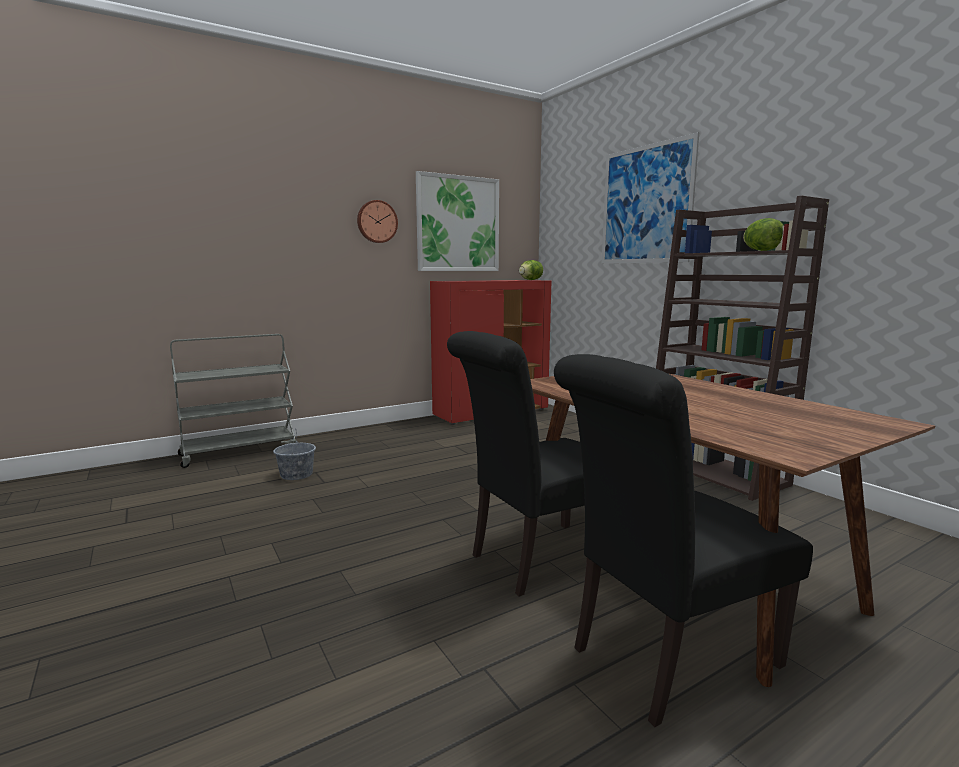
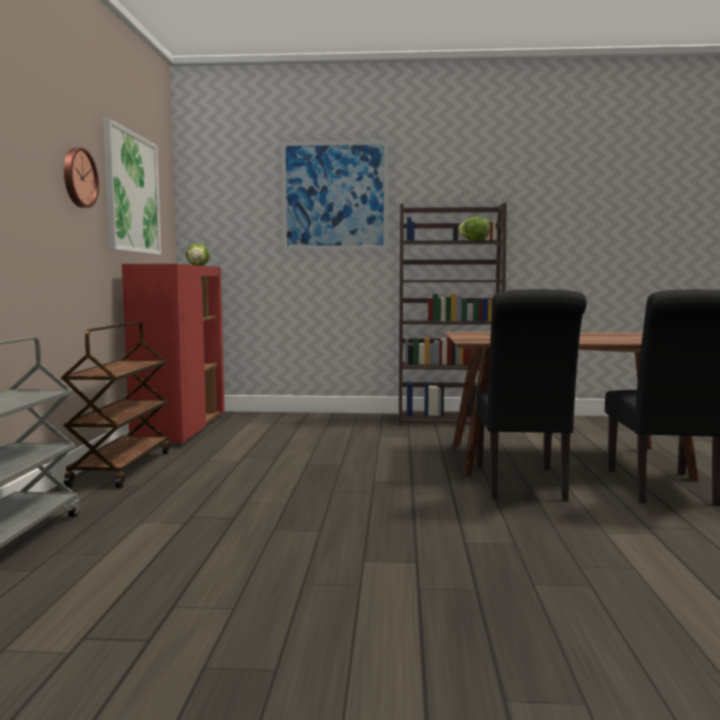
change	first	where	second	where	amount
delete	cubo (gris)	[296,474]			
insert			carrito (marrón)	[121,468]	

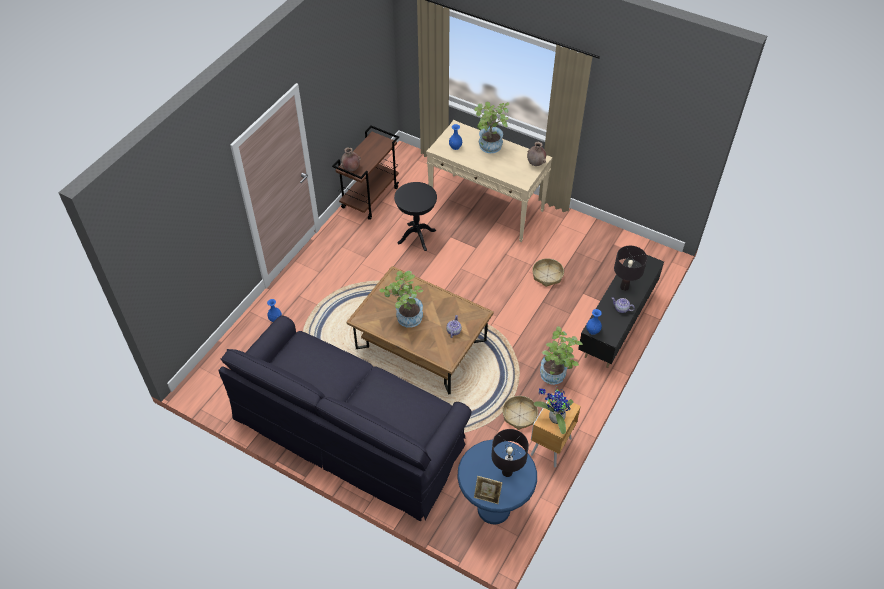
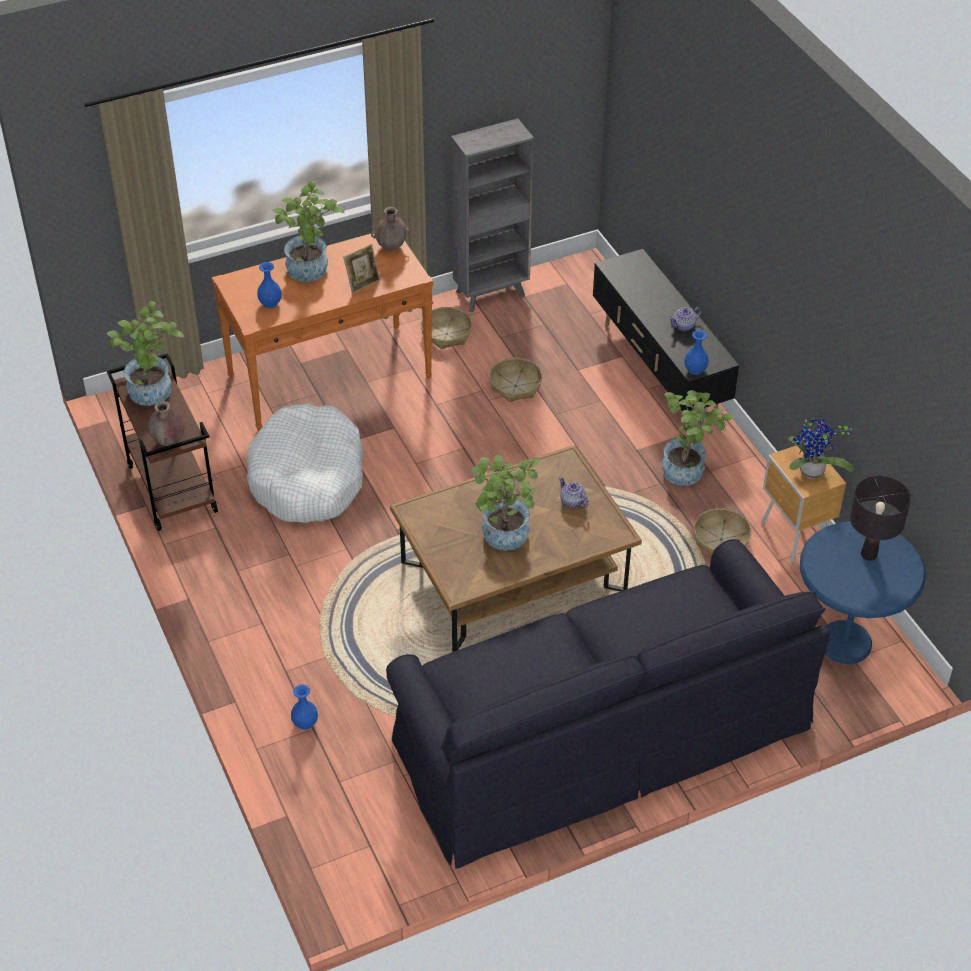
change	first	where	second	where	amount
replace	mesa auxiliar (negro)	[417,237]	cama para perro (blanco)	[307,478]	
recolor	mesa consola (beis)	[487,207]	mesa consola (naranja)	[330,376]	
move	portarretratos	[487,496]		[363,283]	
delete	lámpara de mesa (negro)	[624,287]			
insert			planta en maceta	[153,395]	
insert			cesta	[446,334]	
insert			estantería (gris)	[492,293]	

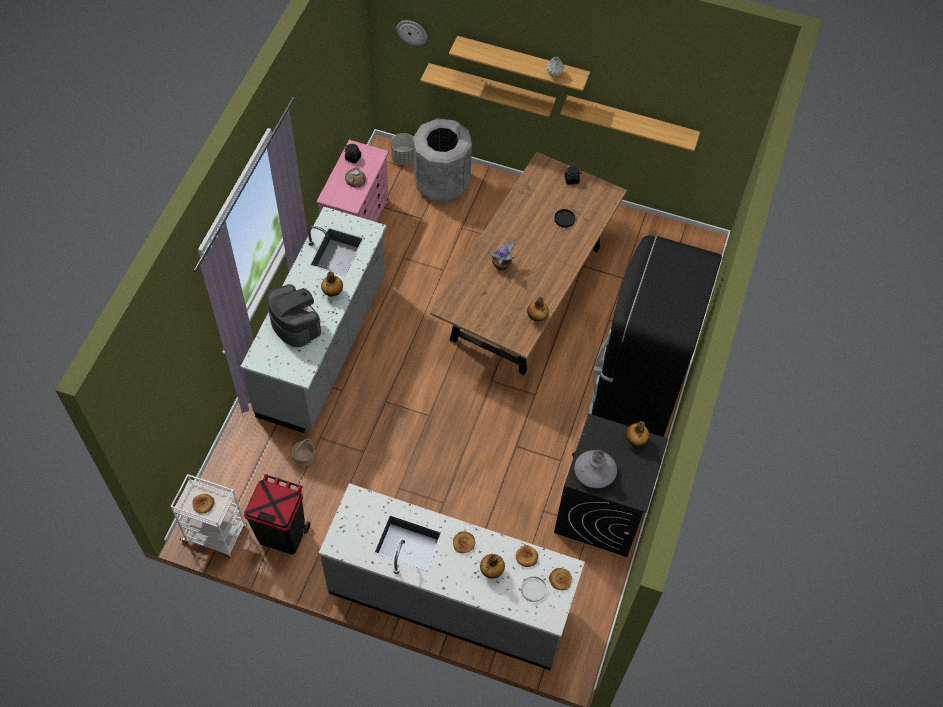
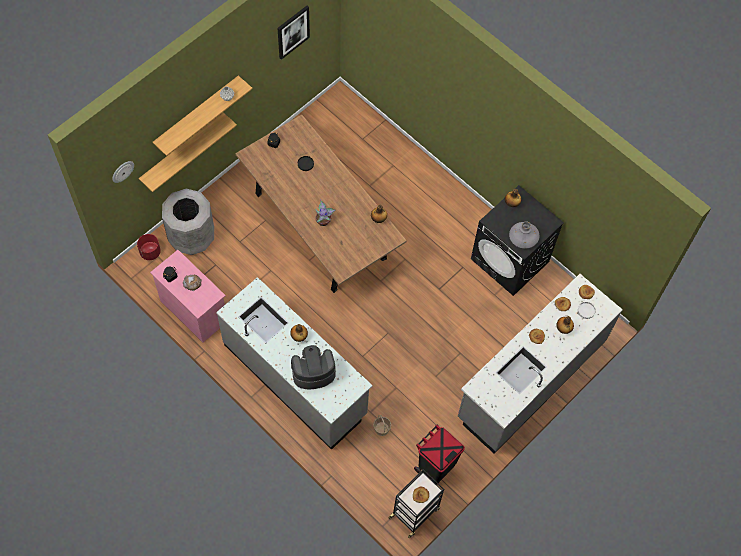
change	first	where	second	where	amount
recolor	carrito (blanco)	[216,534]	carrito (negro)	[415,512]	
recolor	maceta (gris)	[403,157]	maceta (rojo)	[150,252]	
delete	estante	[631,121]			
delete	nevera (negro)	[634,396]			
insert			cuadro	[293,32]	

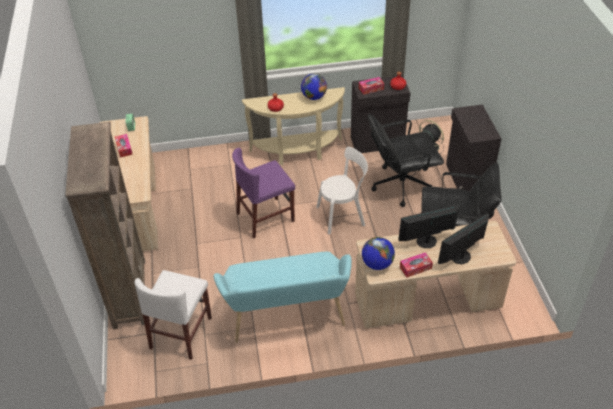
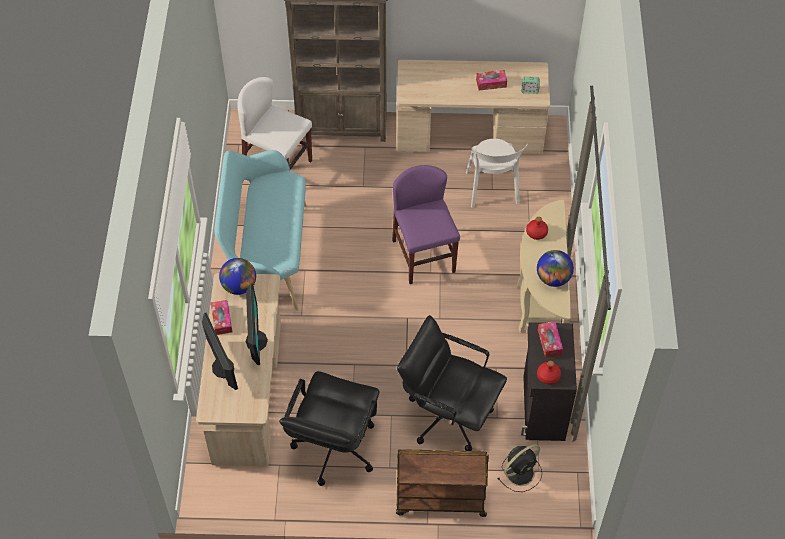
change	first	where	second	where	amount
move	silla (blanco)	[343,215]		[492,190]	
rotate	silla de oficina (negro)	[400,184]		[448,415]	60 degrees counterclockwise
replace	armario (negro)	[466,180]	carrito (marrón)	[440,500]	

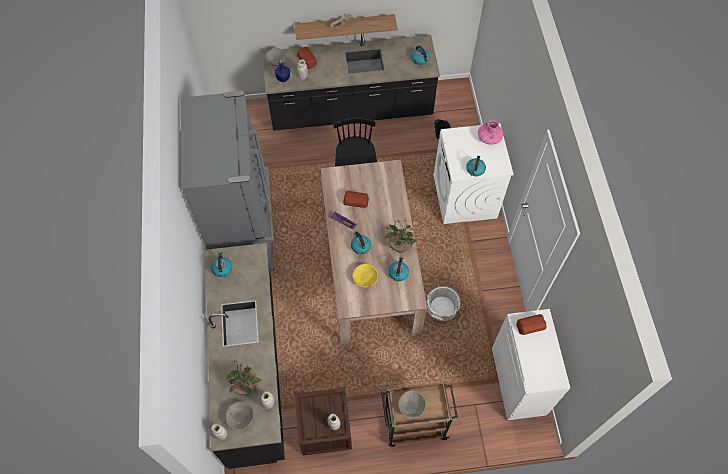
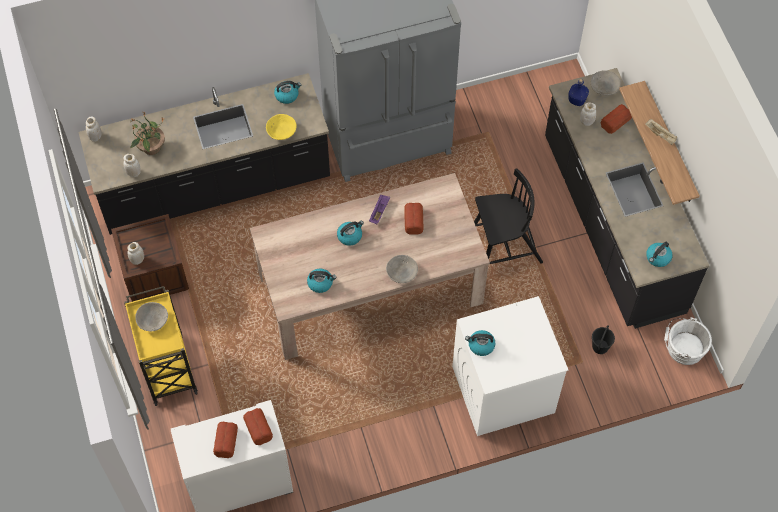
change	first	where	second	where	amount
move	cuenco (gris)	[241,417]		[402,273]	
move	cuenco (amarillo)	[365,278]		[282,131]	
recolor	carrito (marrón)	[413,426]	carrito (amarillo)	[167,367]	
delete	planta en maceta	[400,246]			
move	cubo (blanco)	[441,310]		[683,347]	
delete	florero (rosa)	[489,137]			
insert			pan	[225,441]	

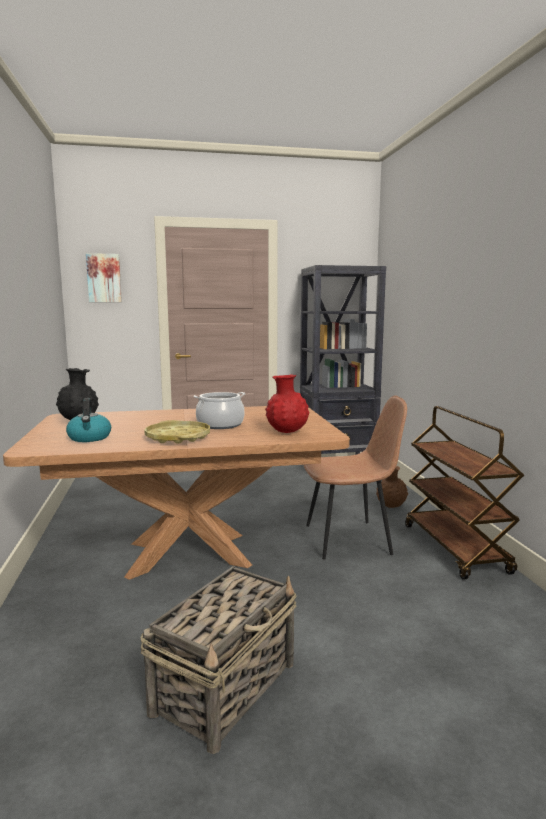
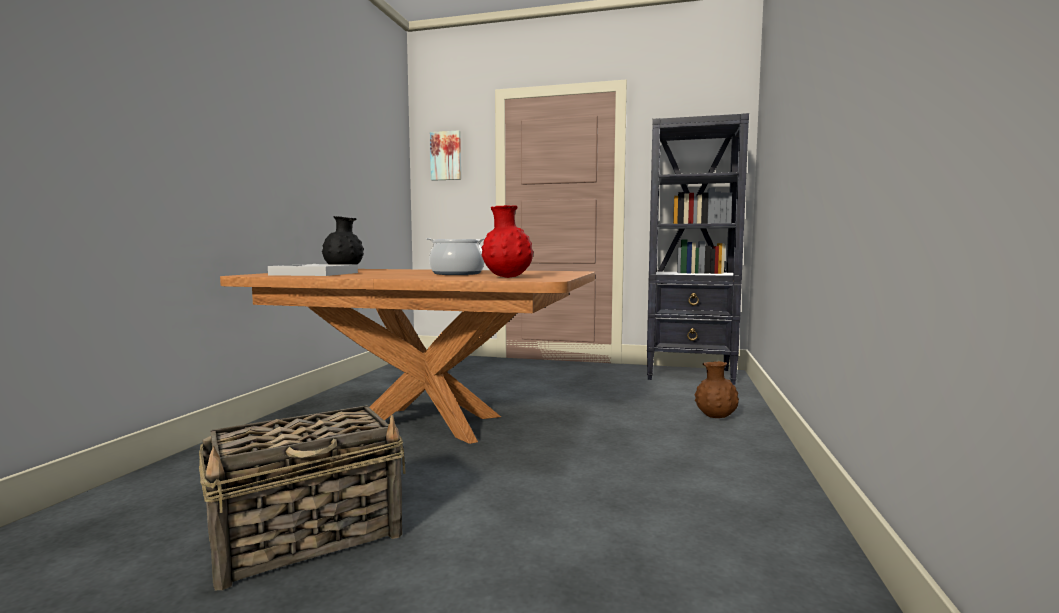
change	first	where	second	where	amount
replace	hervidor	[89,438]	bandeja (blanco)	[316,274]	
delete	bandeja (amarillo)	[178,437]			
delete	silla (marrón)	[350,539]			
delete	carrito (marrón)	[455,549]			

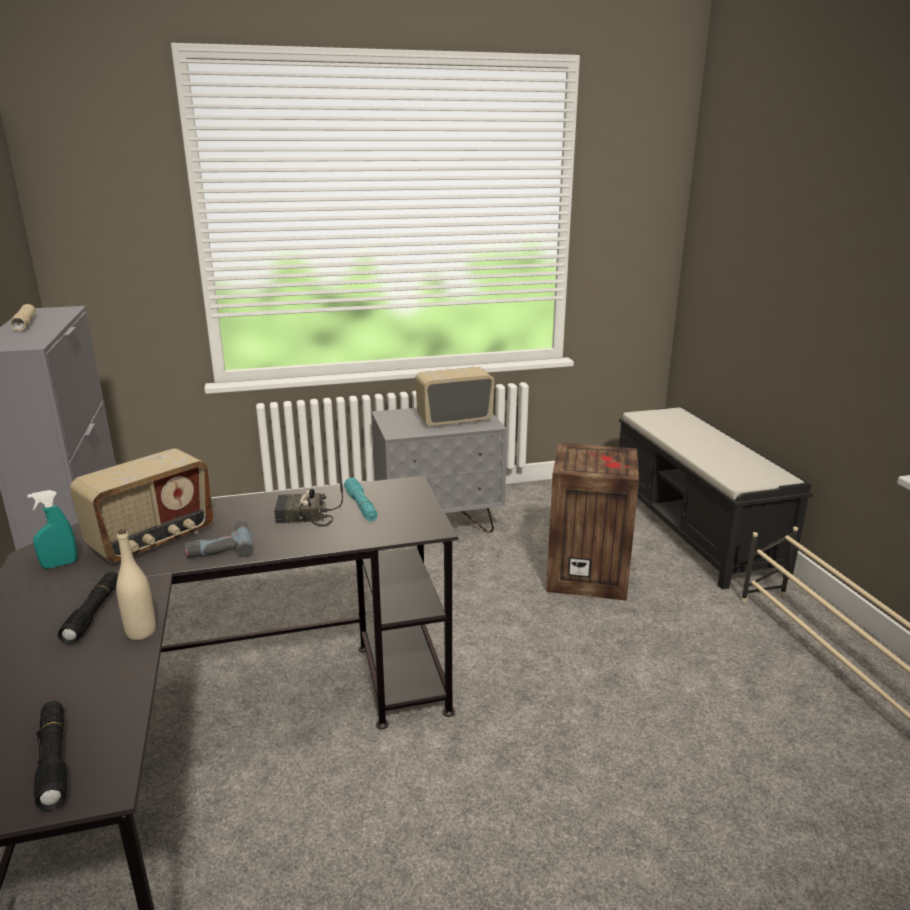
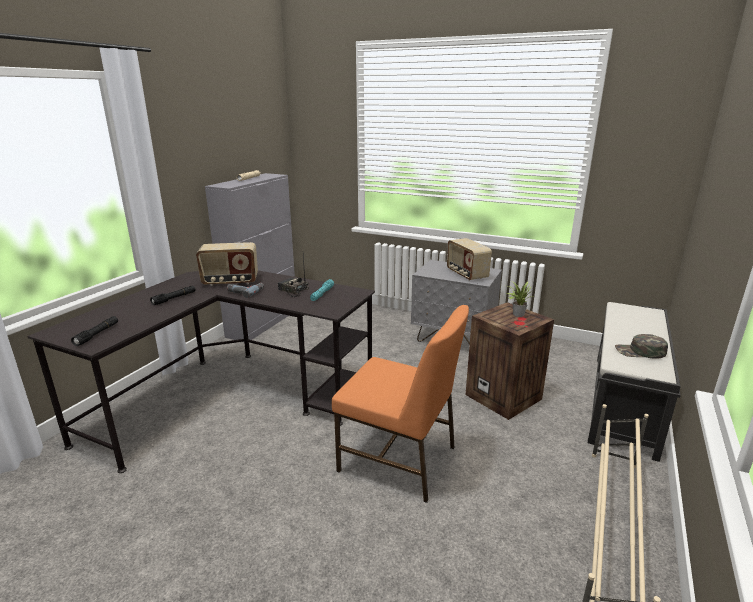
change	first	where	second	where	amount
delete	pulverizador (turquesa)	[60,564]			
delete	botella (beis)	[141,632]			
rotate	radio	[454,420]		[466,274]	135 degrees counterclockwise
insert			silla (naranja)	[399,460]	
insert			planta en maceta	[517,314]	
insert			gorra (verde)	[640,352]	

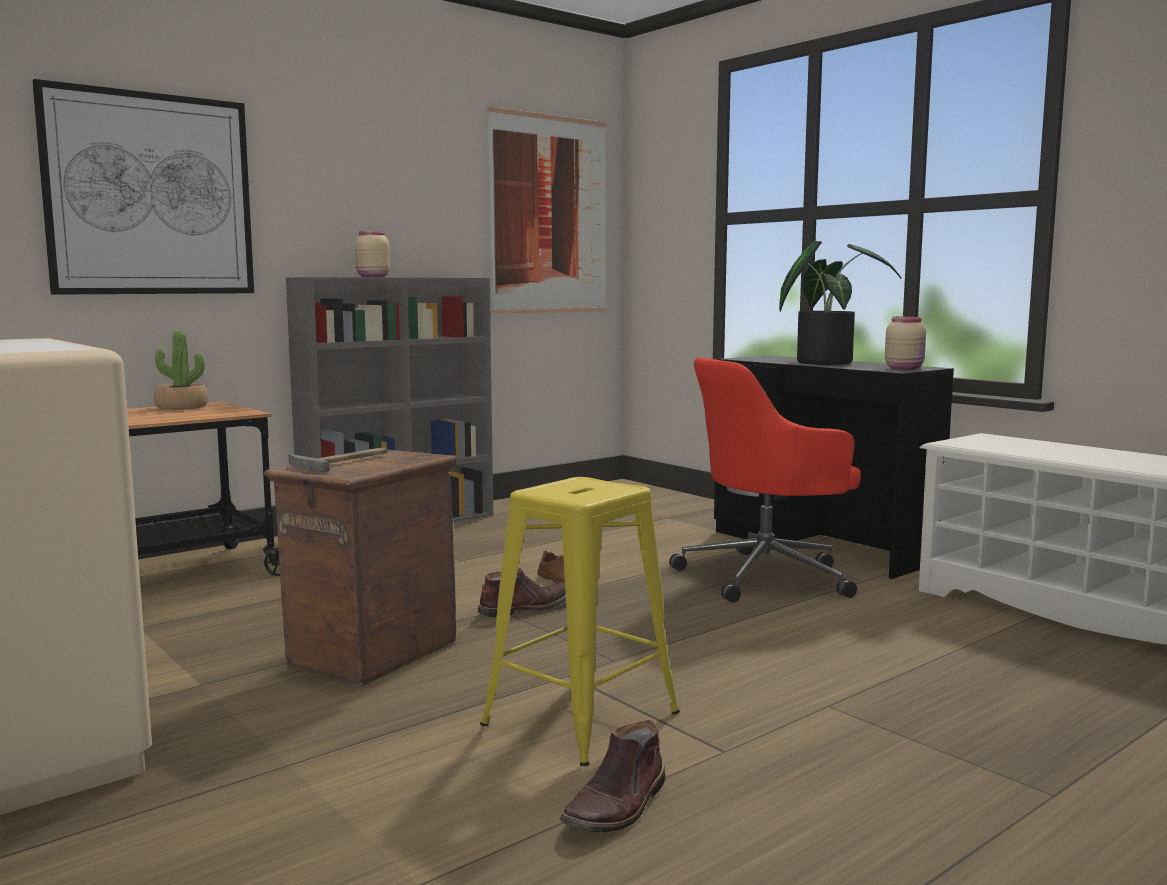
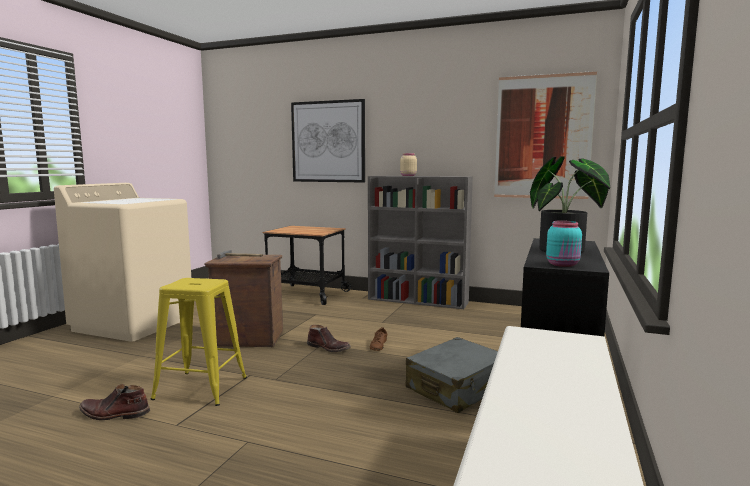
change	first	where	second	where	amount
delete	planta en maceta	[181,407]			
replace	silla de oficina (rojo)	[767,576]	maleta (gris)	[457,387]	
recolor	tarro (beis)	[905,368]	tarro (turquesa)	[563,264]	

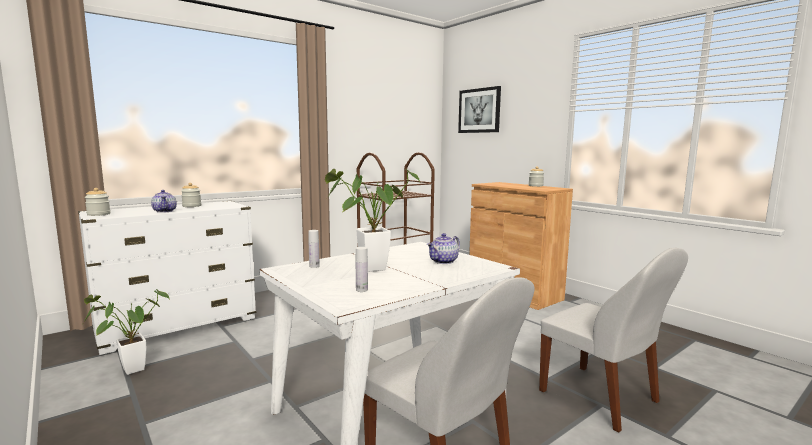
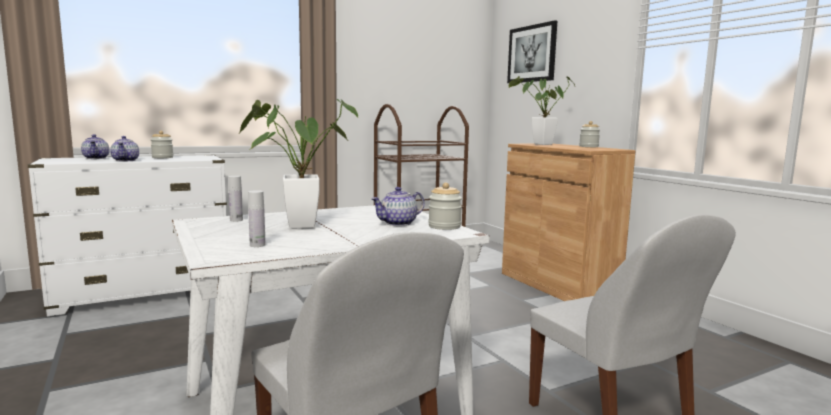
change	first	where	second	where	amount
move	planta en maceta	[128,371]		[539,144]	
move	tarro	[98,214]		[444,226]	
insert			tetera	[97,158]	

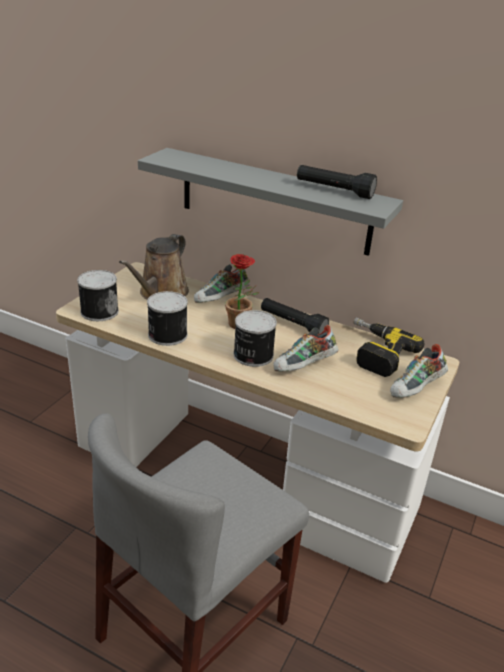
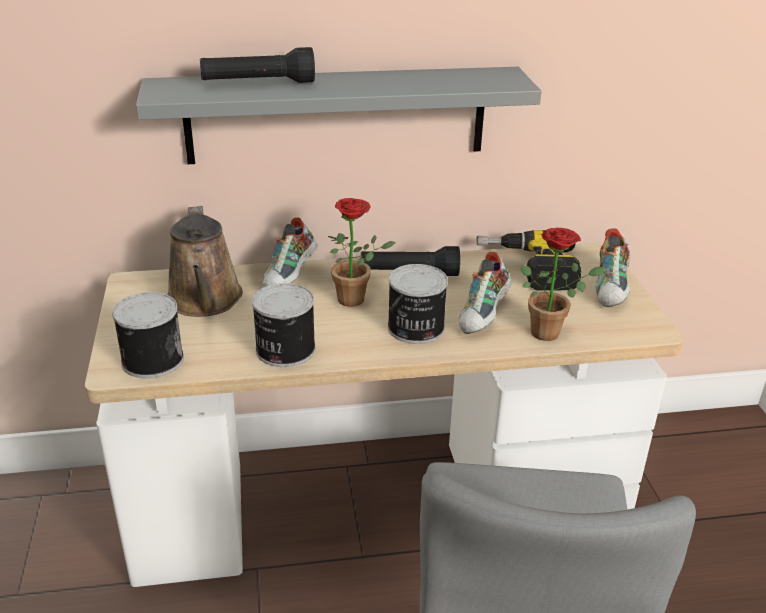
change	first	where	second	where	amount
move	linterna (negro)	[334,190]		[258,83]	
insert			planta en maceta	[550,332]	

